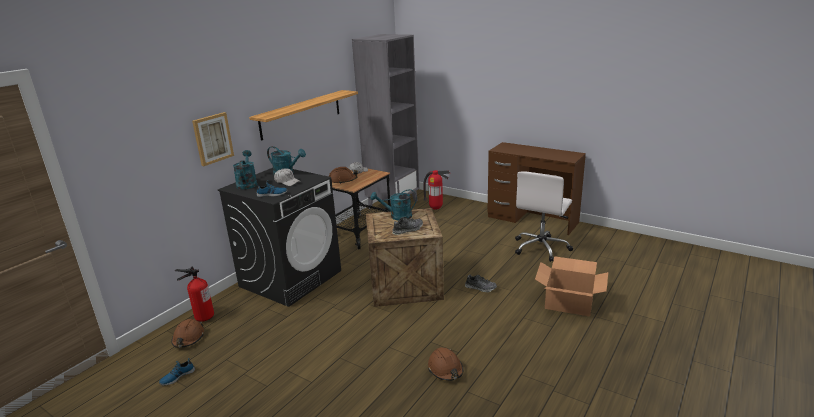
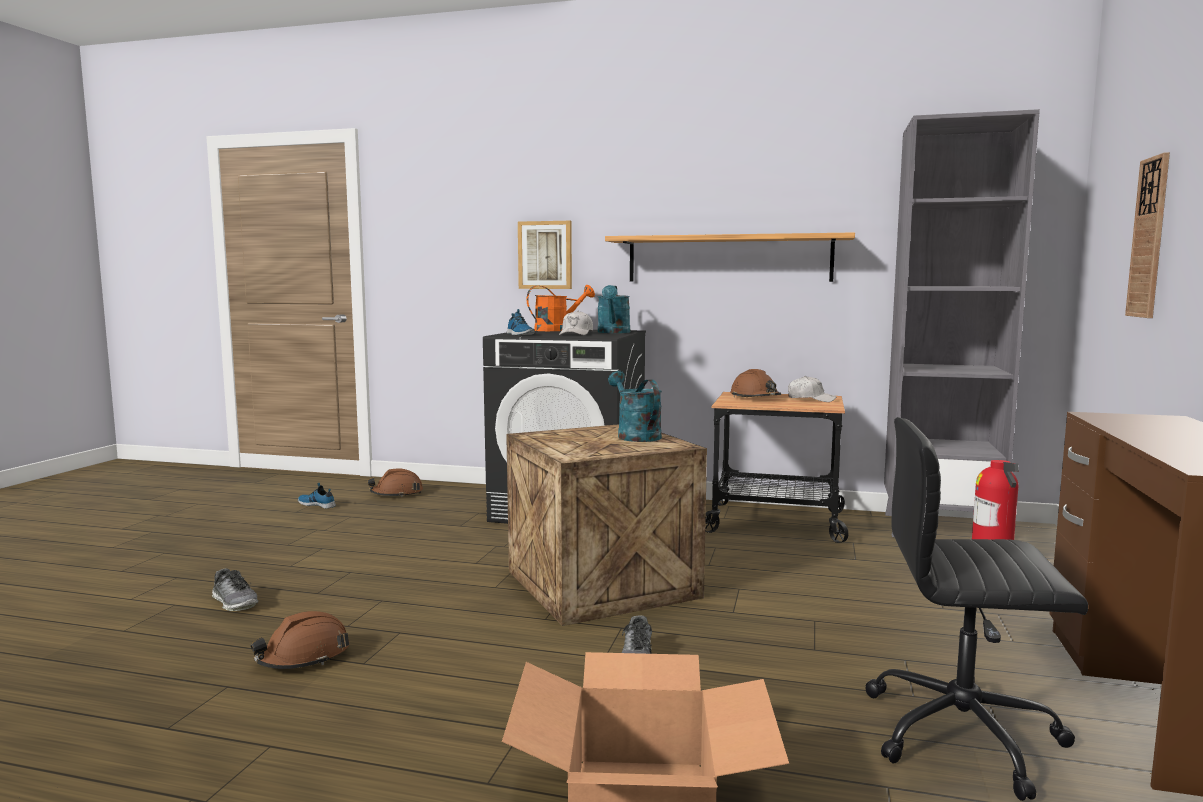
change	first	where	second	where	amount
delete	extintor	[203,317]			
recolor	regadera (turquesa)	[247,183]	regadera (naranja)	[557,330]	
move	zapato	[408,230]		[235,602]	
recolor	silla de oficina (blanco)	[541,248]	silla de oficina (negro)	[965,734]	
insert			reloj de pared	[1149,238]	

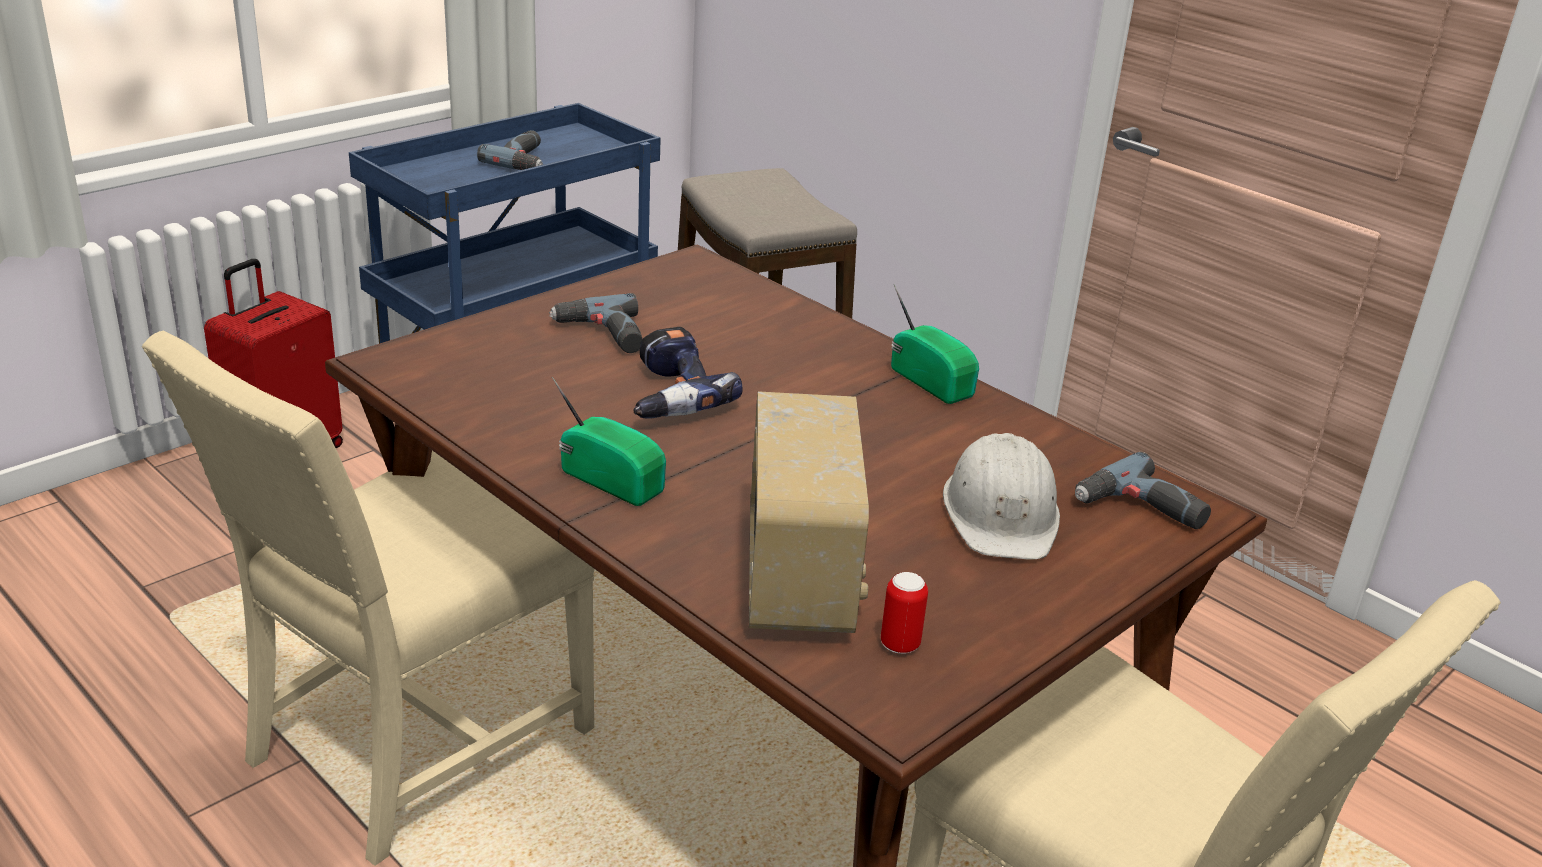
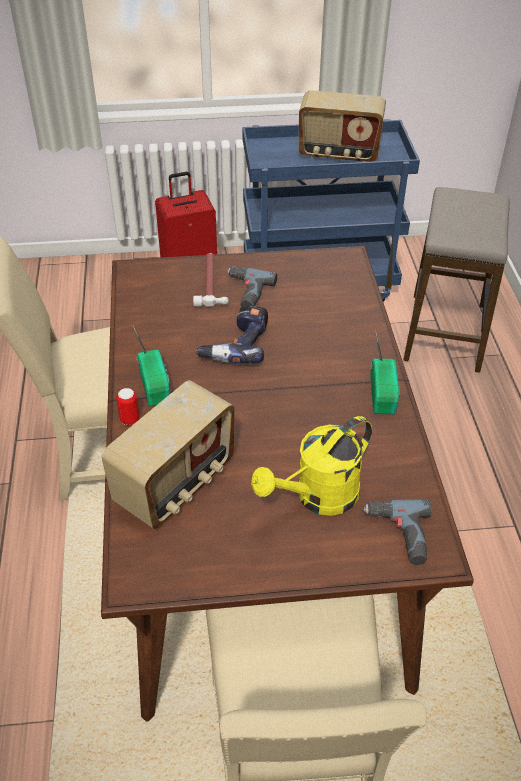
change	first	where	second	where	amount
replace	taladro	[526,160]	radio	[338,154]	
move	lata	[900,644]		[130,419]	
replace	casco (blanco)	[1002,513]	regadera (amarillo)	[318,497]	
insert			martillo	[211,282]	

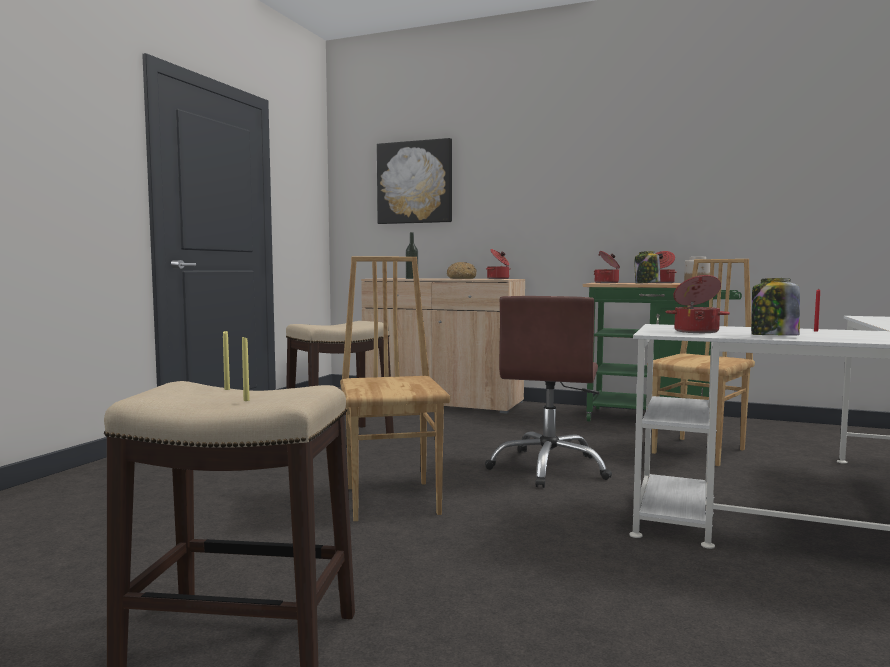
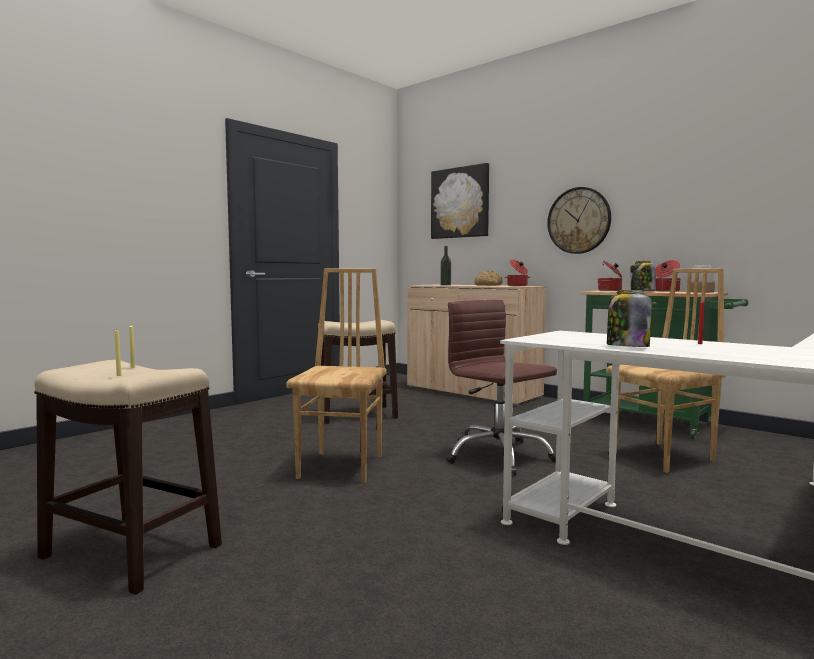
change	first	where	second	where	amount
rotate	silla de oficina (marrón)	[549,468]		[498,456]	105 degrees clockwise
delete	olla	[696,331]			
insert			reloj de pared	[579,220]	

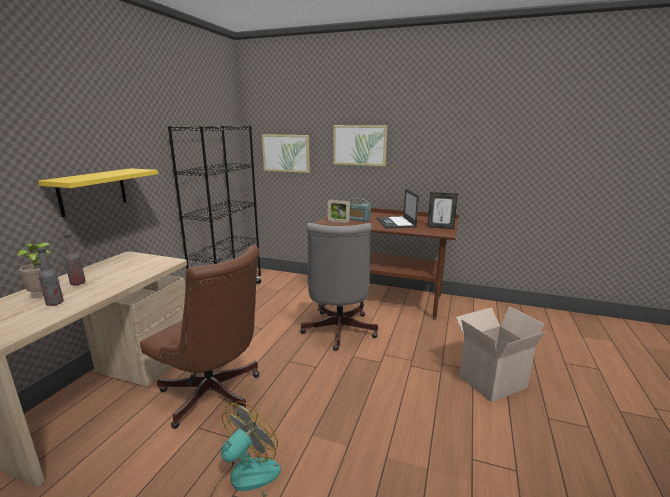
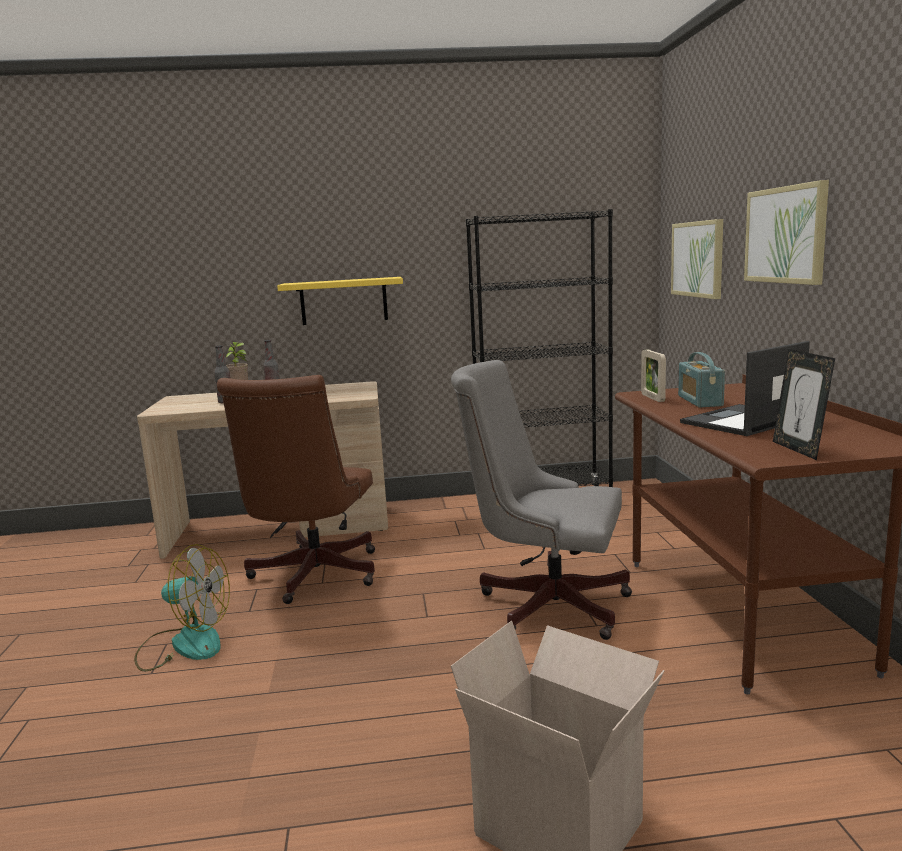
change	first	where	second	where	amount
rotate	silla de oficina (gris)	[338,332]		[544,604]	45 degrees clockwise

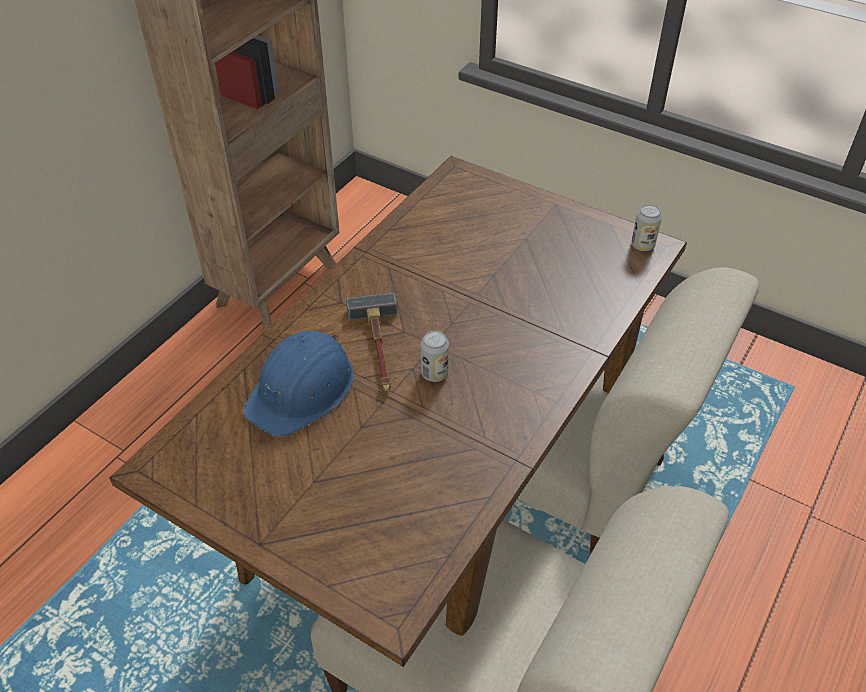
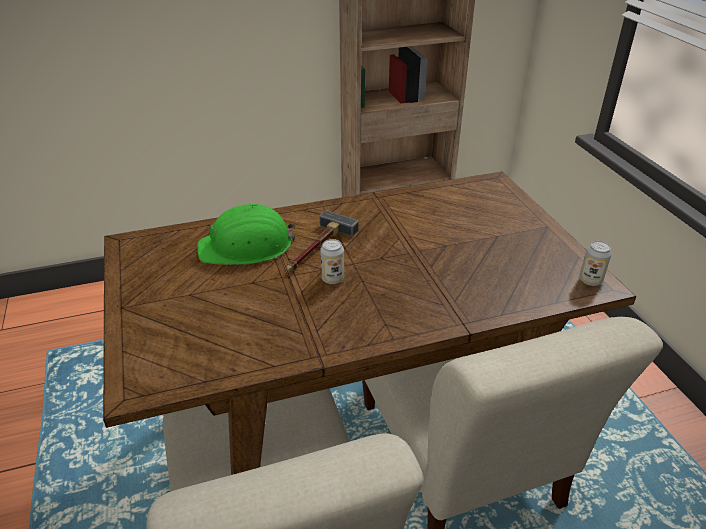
change	first	where	second	where	amount
recolor	casco (azul)	[302,389]	casco (verde)	[246,246]	

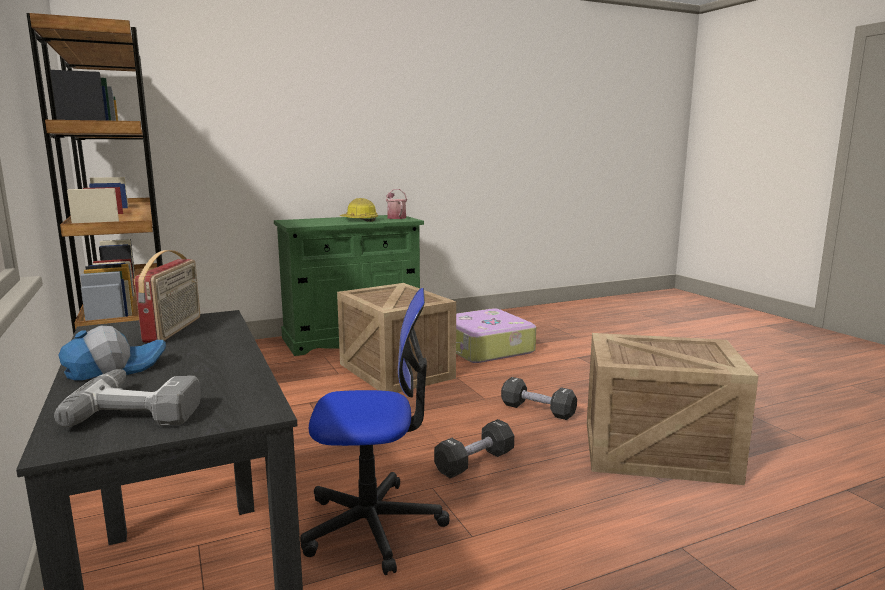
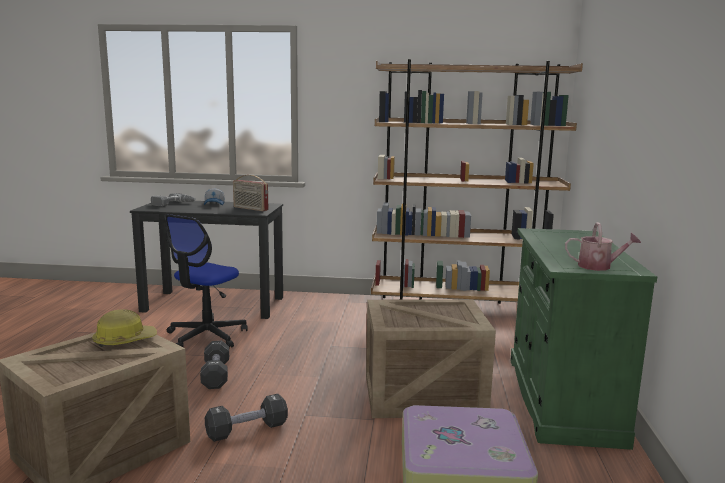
change	first	where	second	where	amount
move	casco	[359,220]		[124,340]	

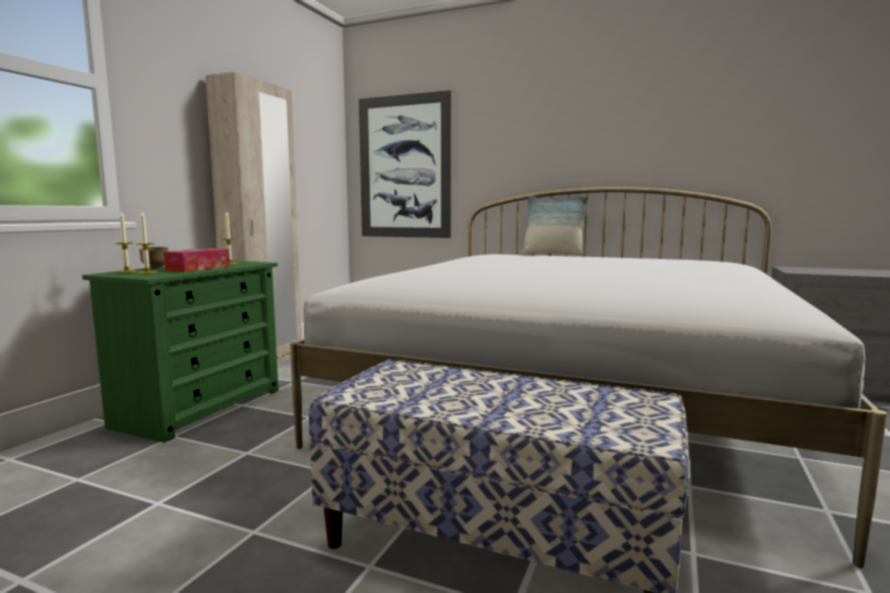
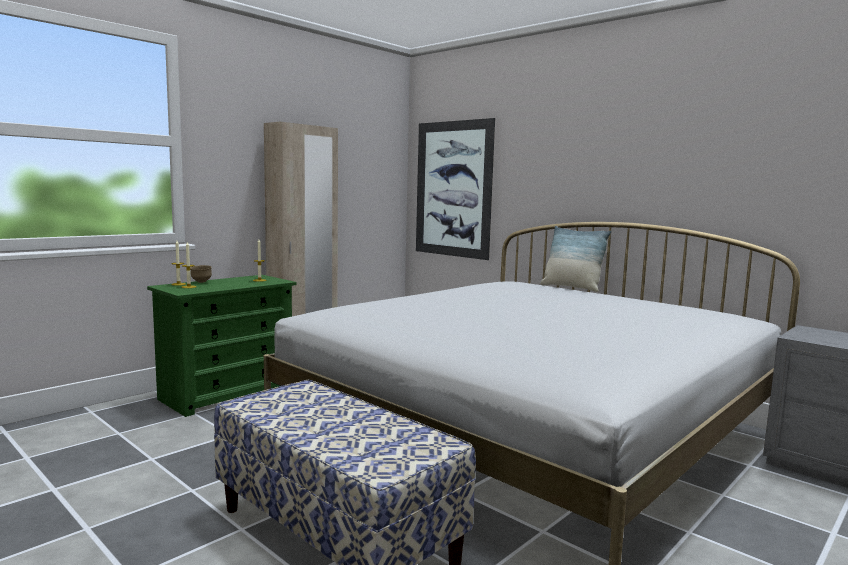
change	first	where	second	where	amount
delete	caja de pañuelos	[198,268]			

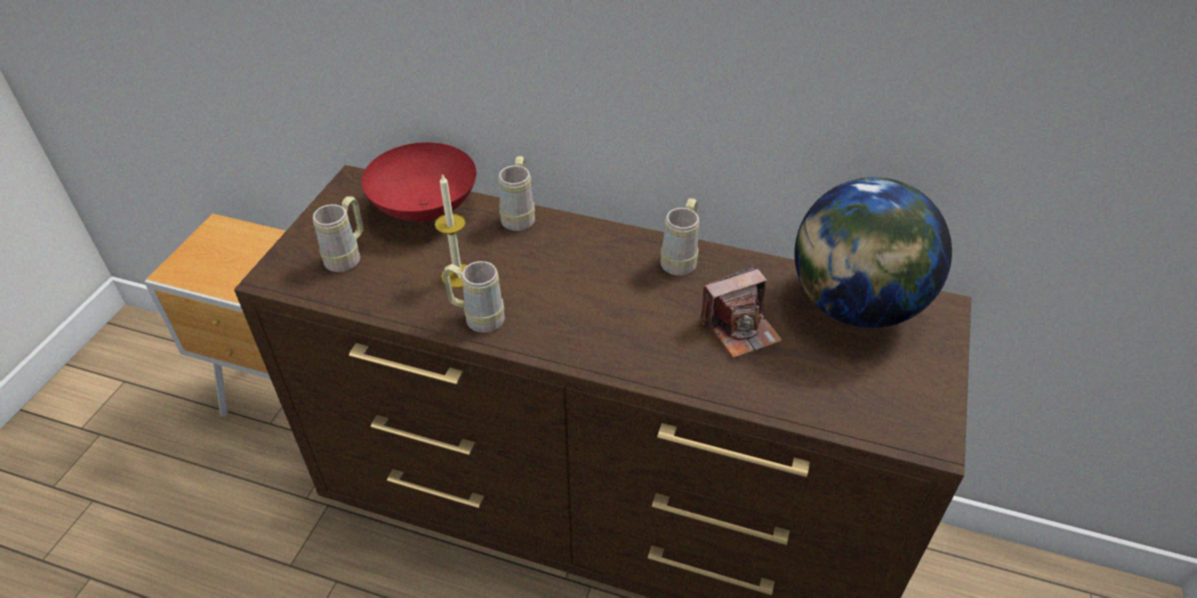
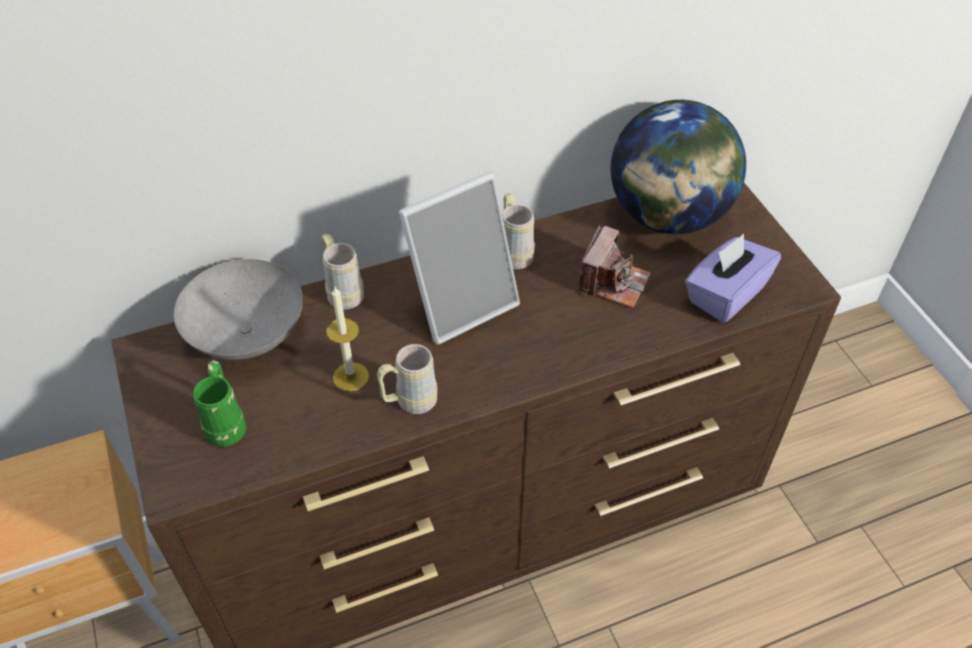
change	first	where	second	where	amount
recolor	taza grande (beis)	[348,256]	taza grande (verde)	[227,423]	
recolor	cuenco (rojo)	[423,209]	cuenco (gris)	[245,336]	
insert			portarretratos	[461,302]	
insert			caja de pañuelos (morado)	[725,294]	

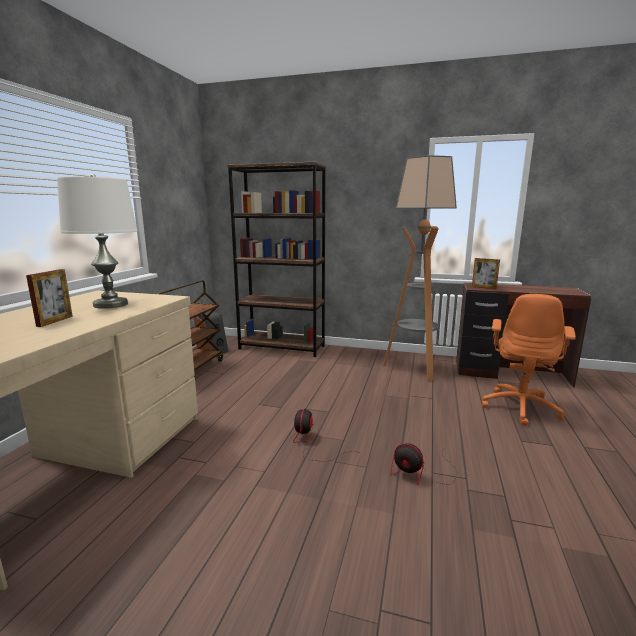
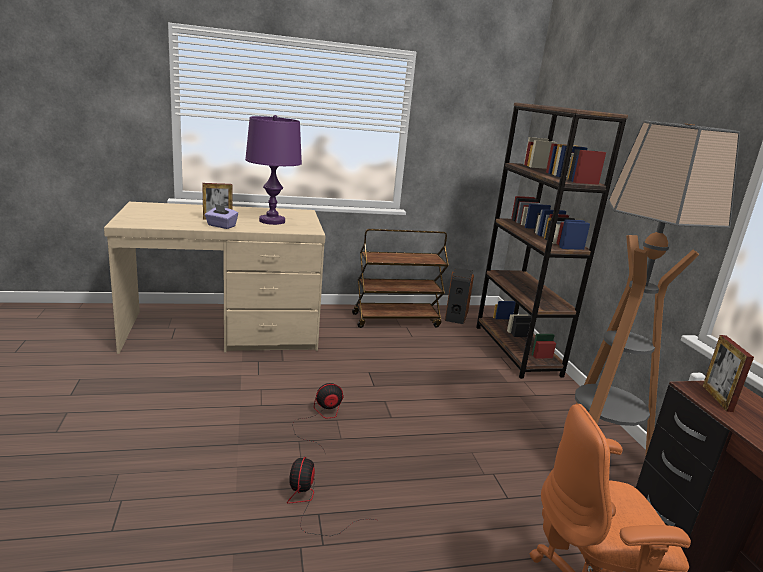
change	first	where	second	where	amount
recolor	lámpara de mesa (blanco)	[111,304]	lámpara de mesa (morado)	[272,221]	
insert			caja de pañuelos (morado)	[221,226]	

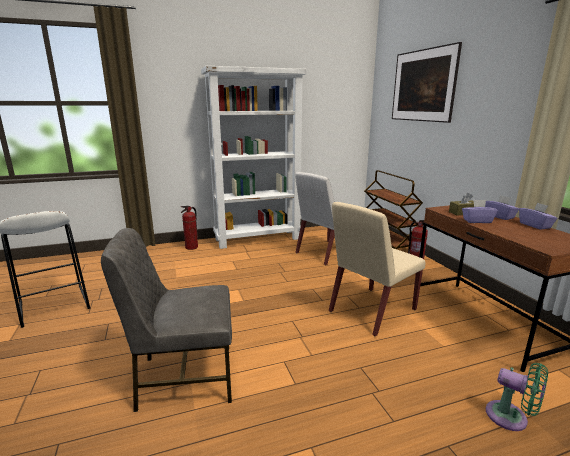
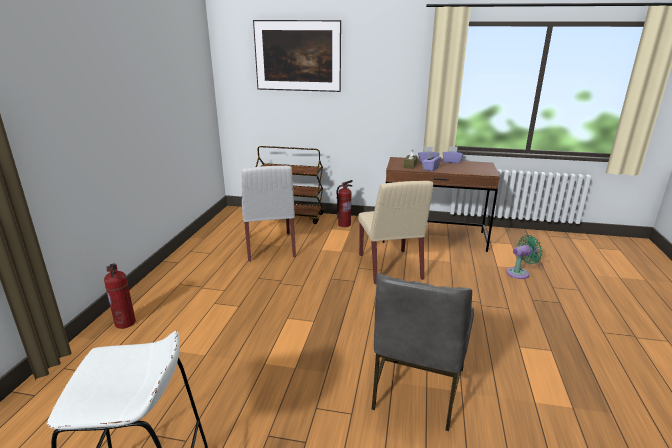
change	first	where	second	where	amount
delete	estantería (blanco)	[258,239]			

